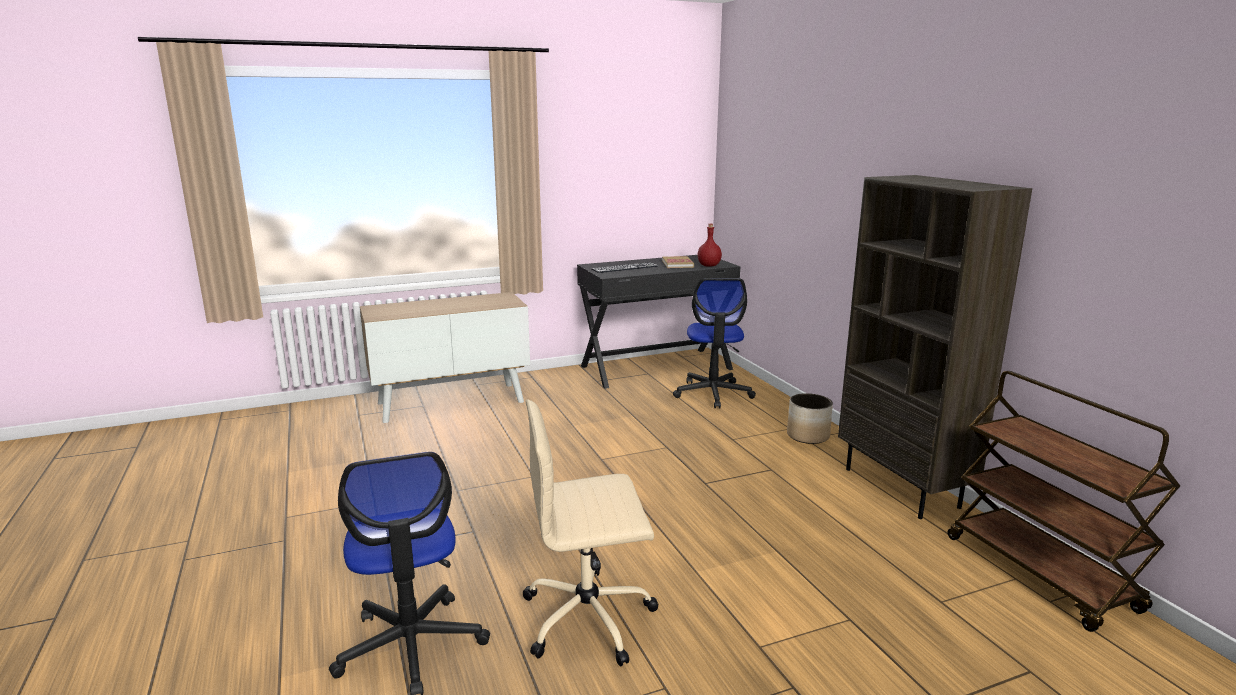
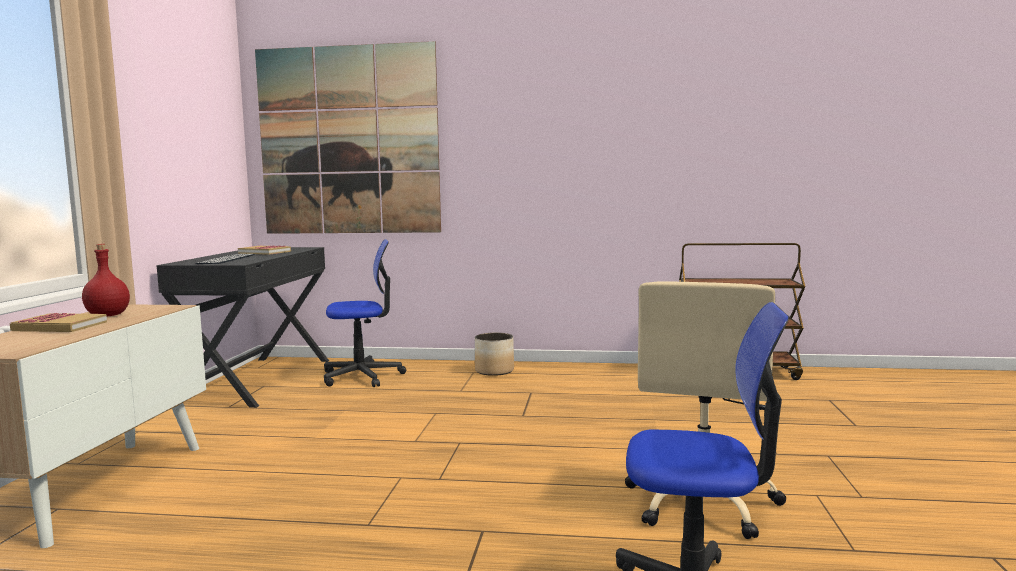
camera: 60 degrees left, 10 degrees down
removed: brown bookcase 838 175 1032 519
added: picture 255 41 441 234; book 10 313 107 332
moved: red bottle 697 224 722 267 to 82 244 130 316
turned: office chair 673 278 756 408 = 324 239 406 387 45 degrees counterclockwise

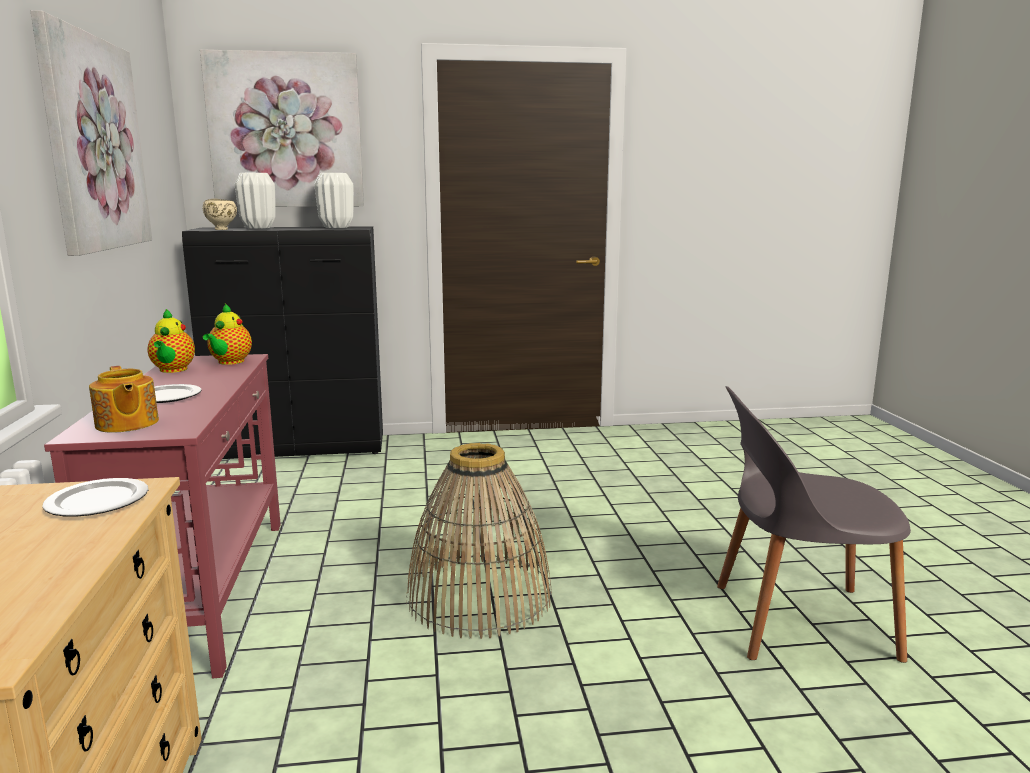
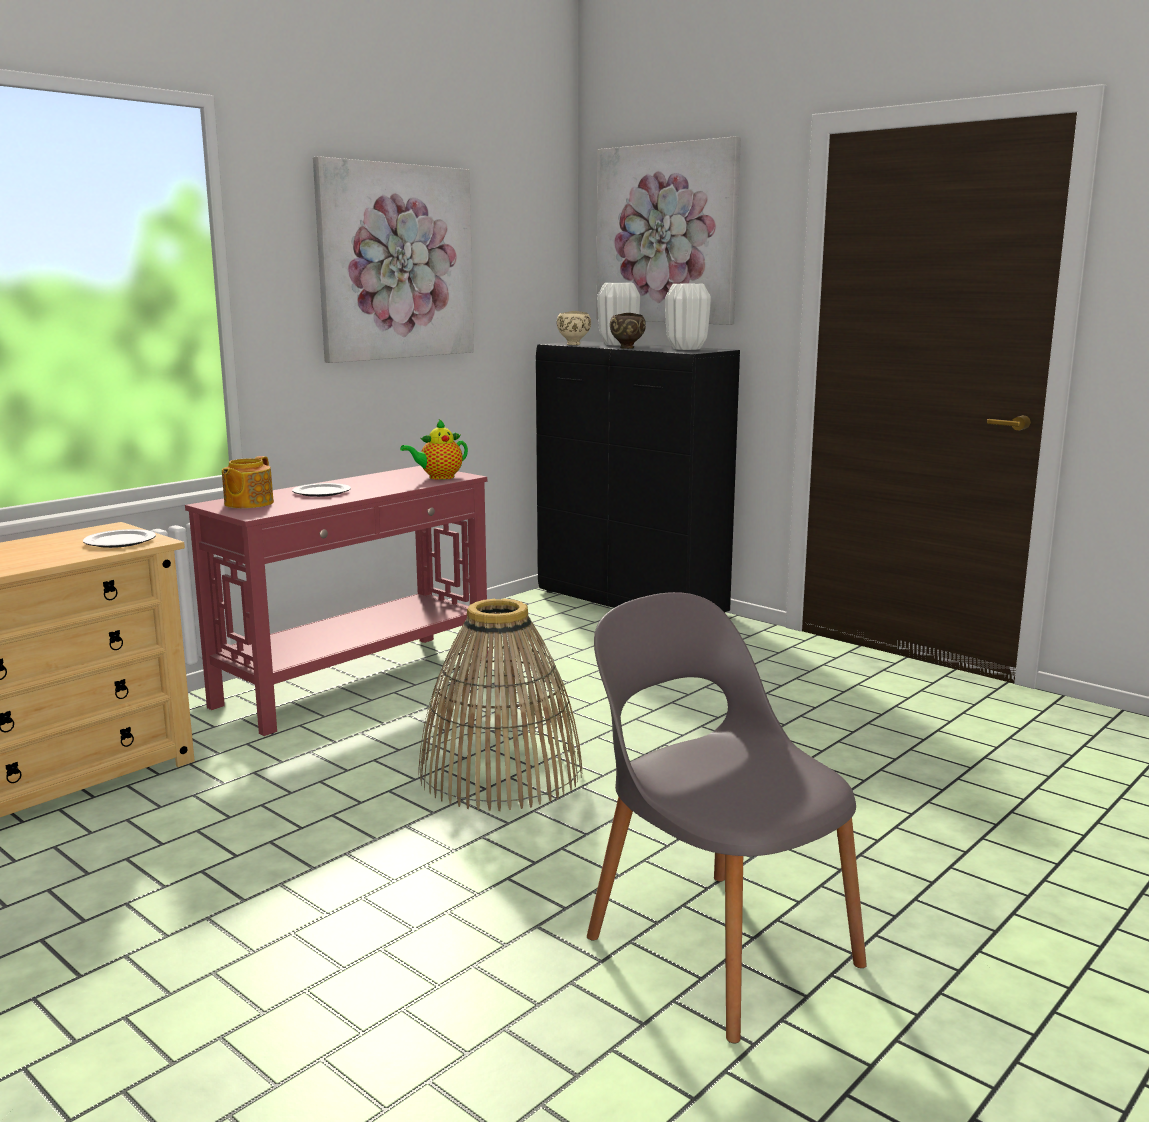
camera: 50 degrees right, 0 degrees up
removed: teapot 147 309 195 373
added: brown bowl 610 313 646 349

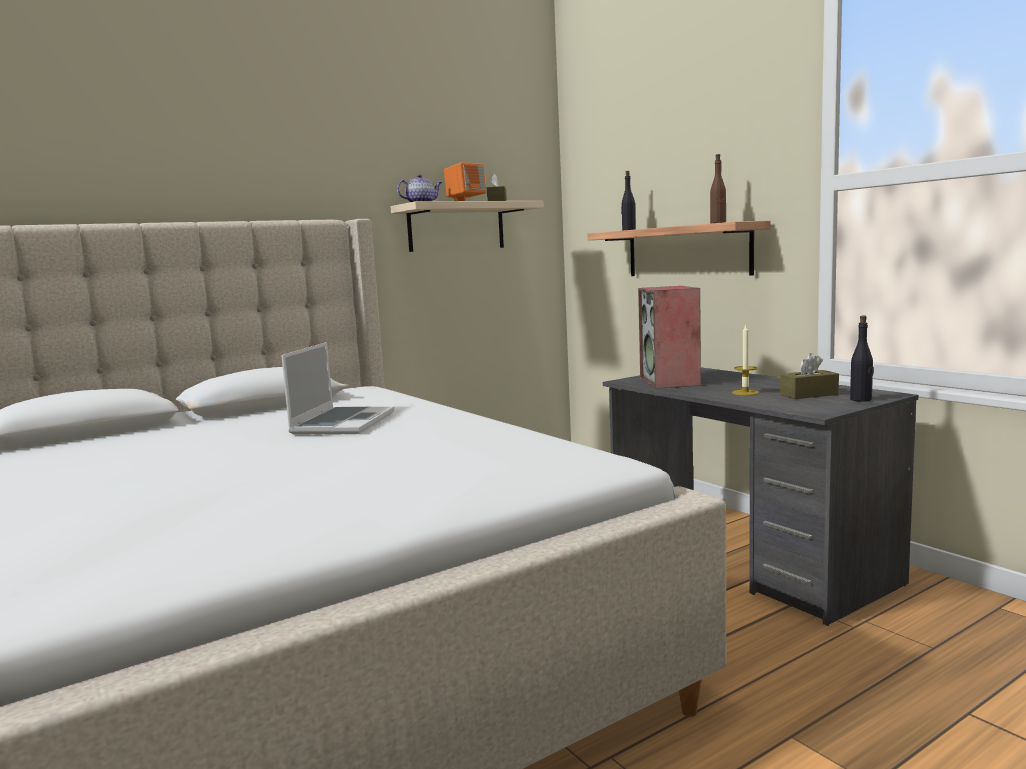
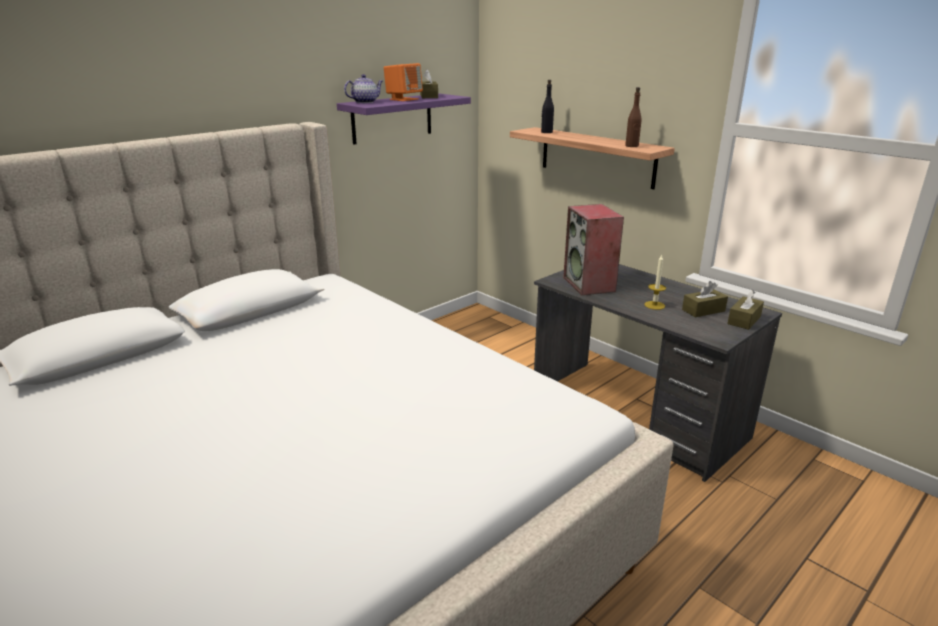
camera: 10 degrees left, 15 degrees up
removed: laptop 281 342 394 434
replaced: black bottle 850 315 874 402 to brown tissue box 727 290 764 330
recoloured: beige shelf 391 201 544 252 to purple shelf 337 94 471 145

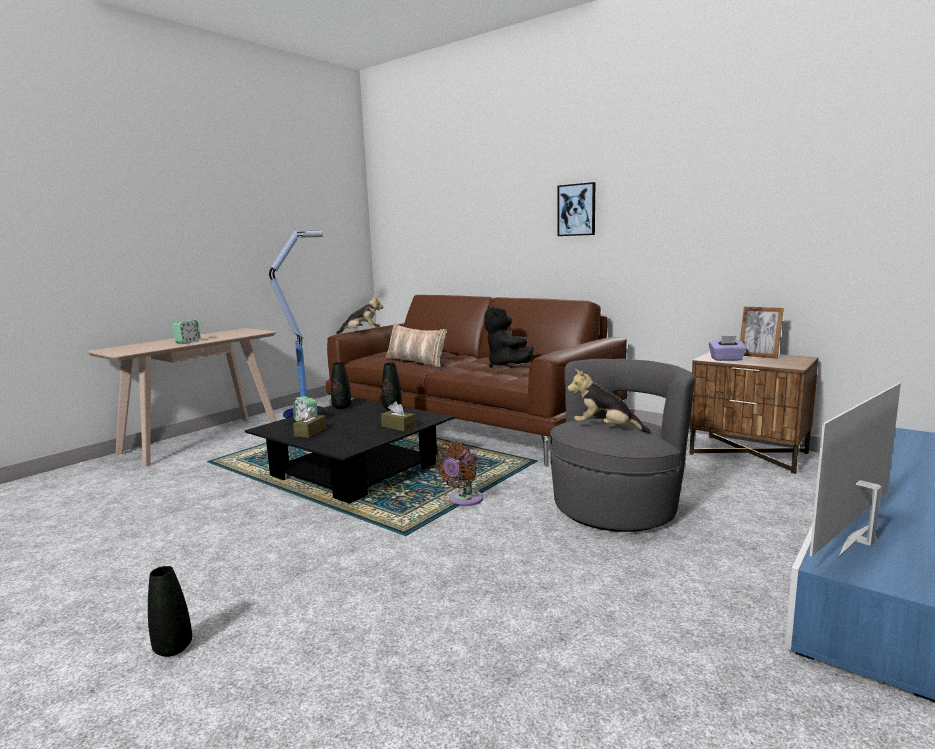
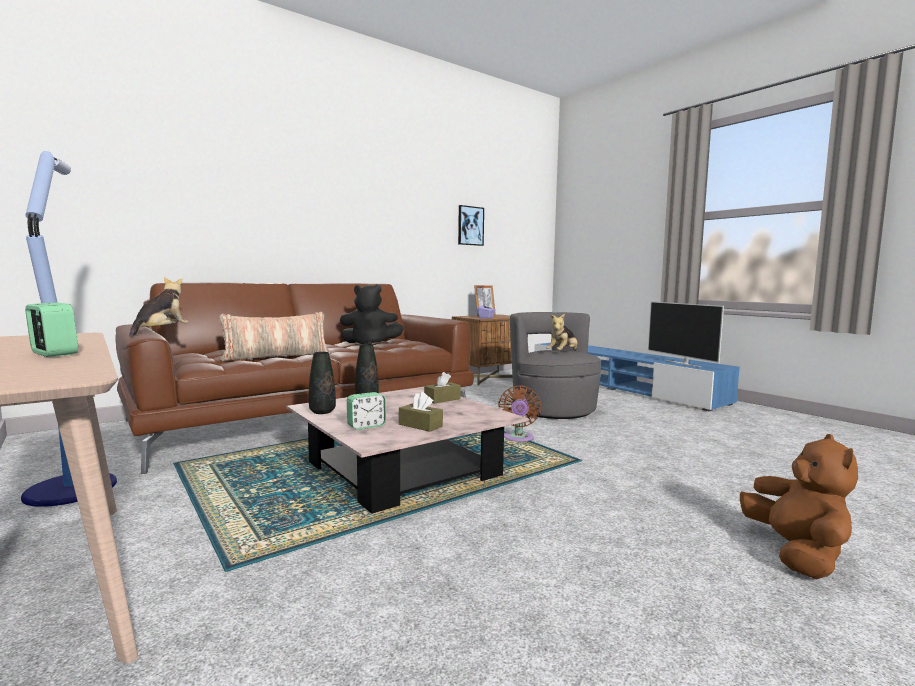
camera: 75 degrees left, 5 degrees down
moved: picture 558 182 595 236 to 458 205 484 246
replaced: black vase 148 566 192 657 to brown plush toy 740 434 858 579
recoloured: black coffee table 245 398 454 504 to pink coffee table 286 387 529 514
turned: brown fan 435 441 483 506 = 498 385 541 442 45 degrees clockwise

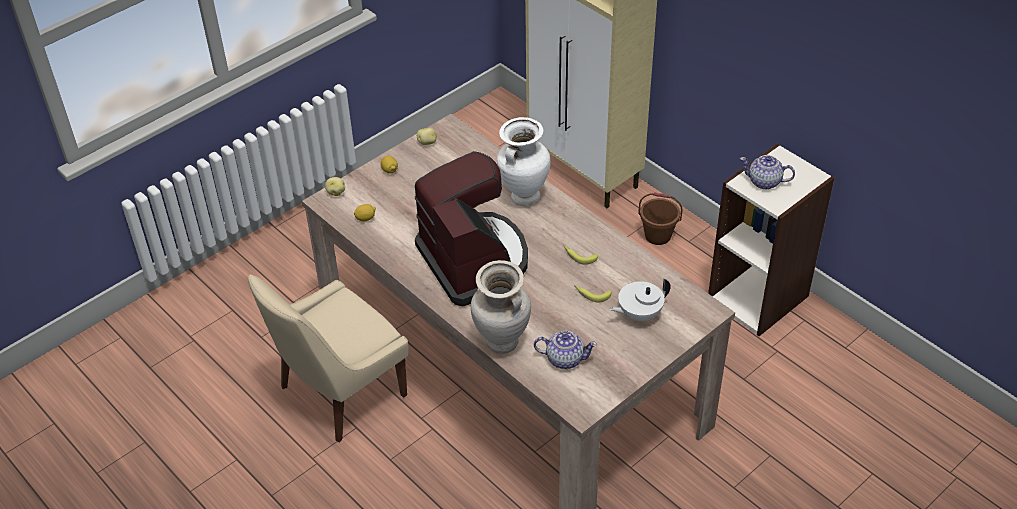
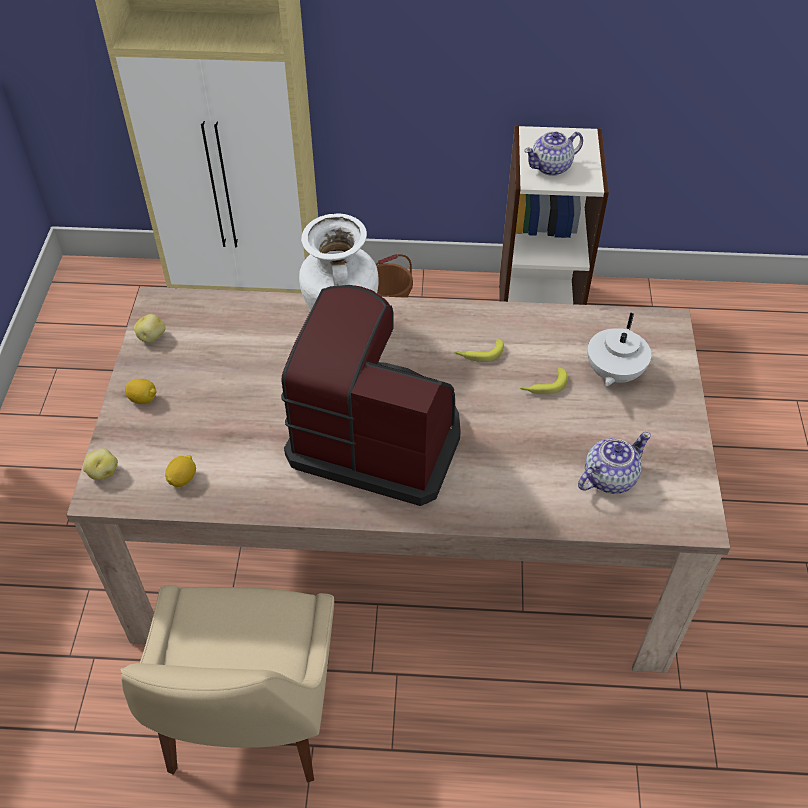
camera: 45 degrees left, 5 degrees up
removed: beige vase 471 260 531 354

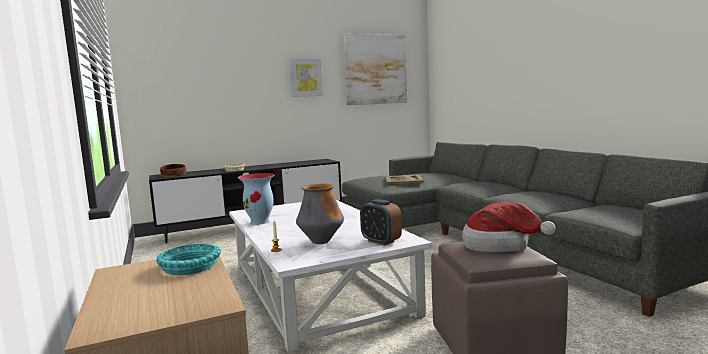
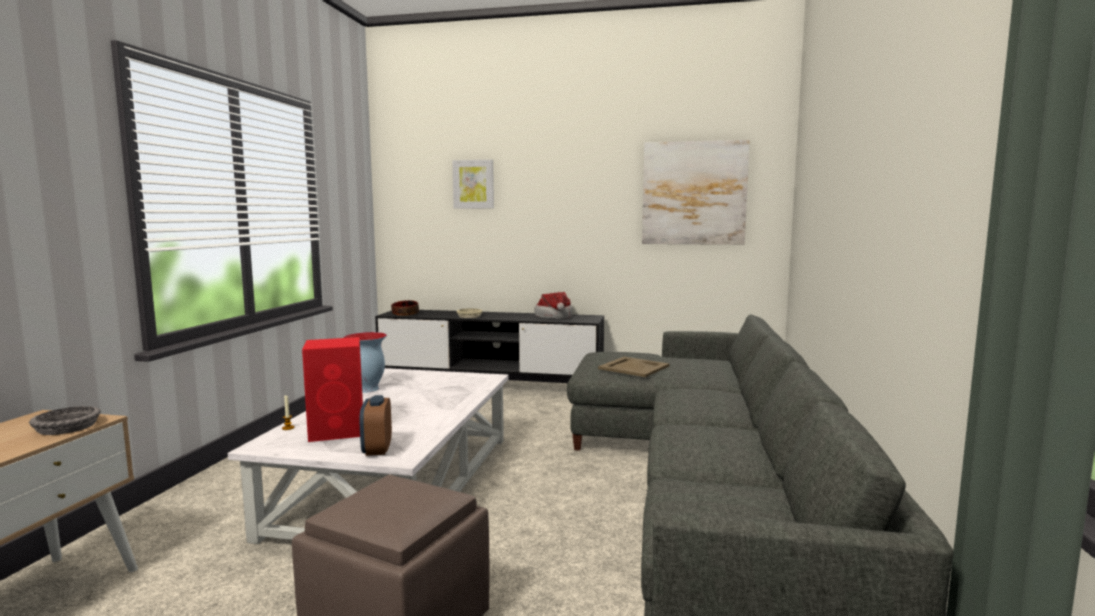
camera: 35 degrees right, 0 degrees up
moved: picture 290 59 323 97 to 452 159 494 209; hat 462 200 556 252 to 535 292 572 319
replaced: vase 296 183 344 244 to red speaker 302 337 363 442
recoloured: turquoise bowl 156 244 221 275 to grey bowl 29 406 101 435

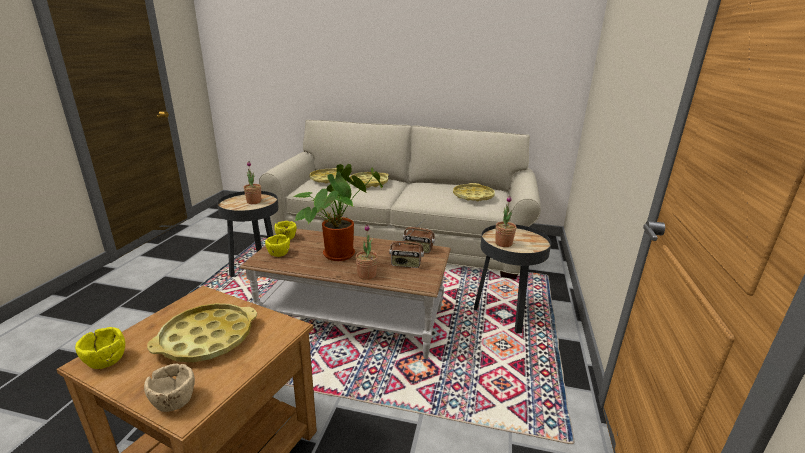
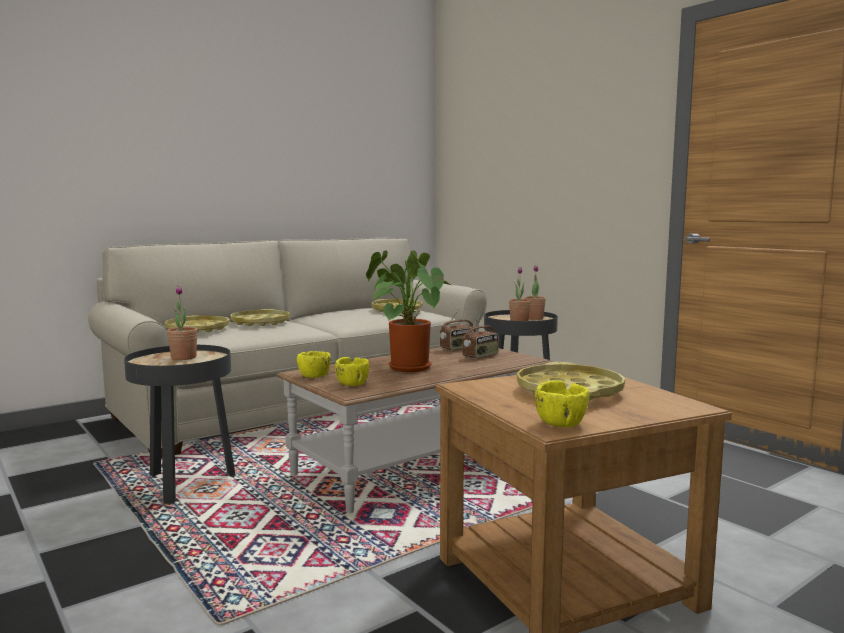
camera: 50 degrees left, 15 degrees down
removed: beige bowl 144 364 195 412
moved: potted plant 355 224 378 280 to 524 265 546 320

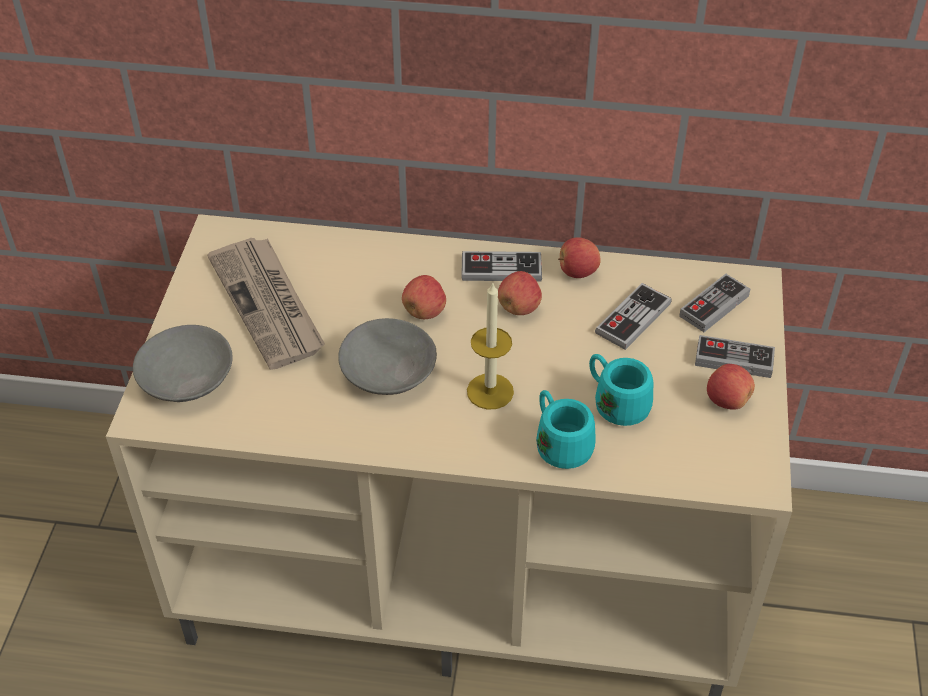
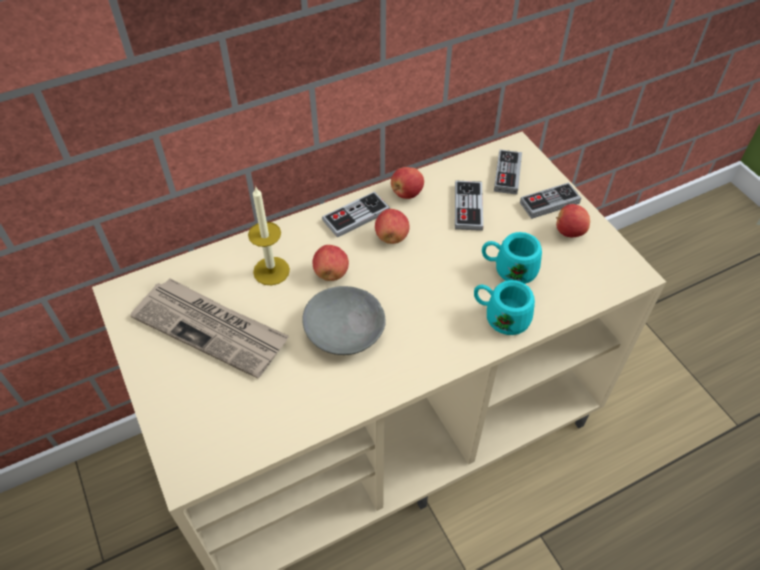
camera: 35 degrees left, 5 degrees up
removed: grey bowl 133 325 233 402
moved: candle 467 282 514 410 to 248 187 290 285

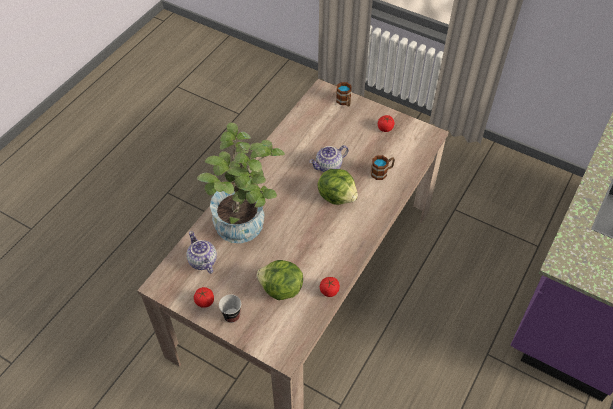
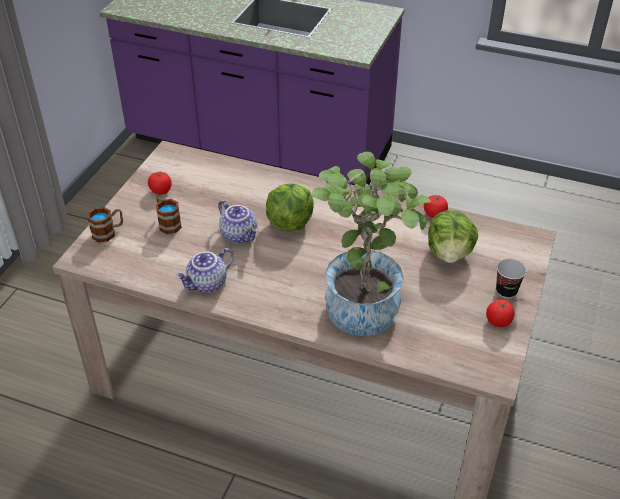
camera: 100 degrees left, 10 degrees down
moved: mug 371 155 395 180 to 156 197 182 234; teapot 187 231 217 274 to 176 248 234 293

